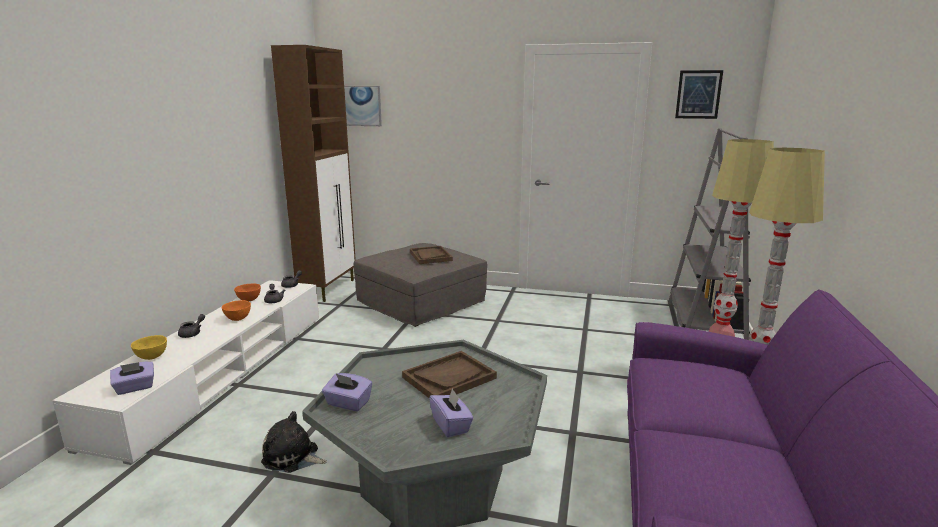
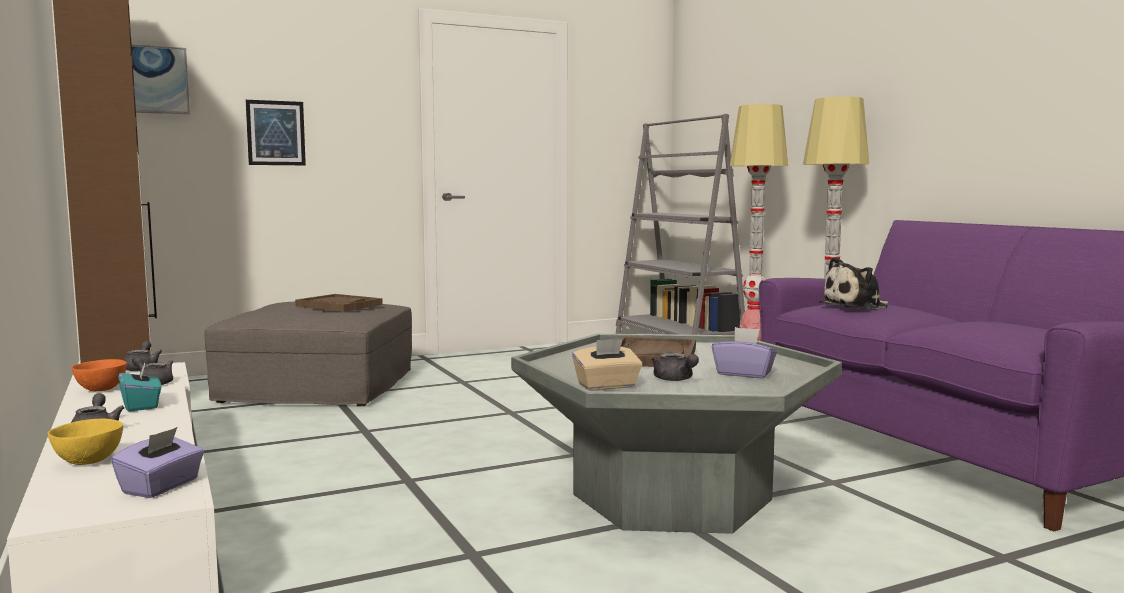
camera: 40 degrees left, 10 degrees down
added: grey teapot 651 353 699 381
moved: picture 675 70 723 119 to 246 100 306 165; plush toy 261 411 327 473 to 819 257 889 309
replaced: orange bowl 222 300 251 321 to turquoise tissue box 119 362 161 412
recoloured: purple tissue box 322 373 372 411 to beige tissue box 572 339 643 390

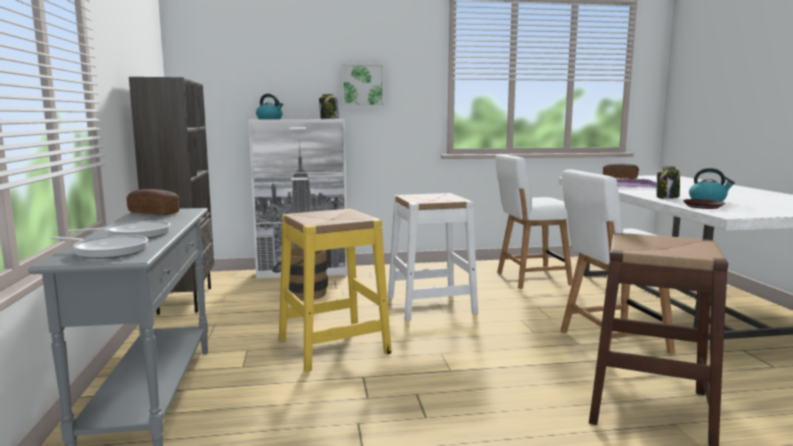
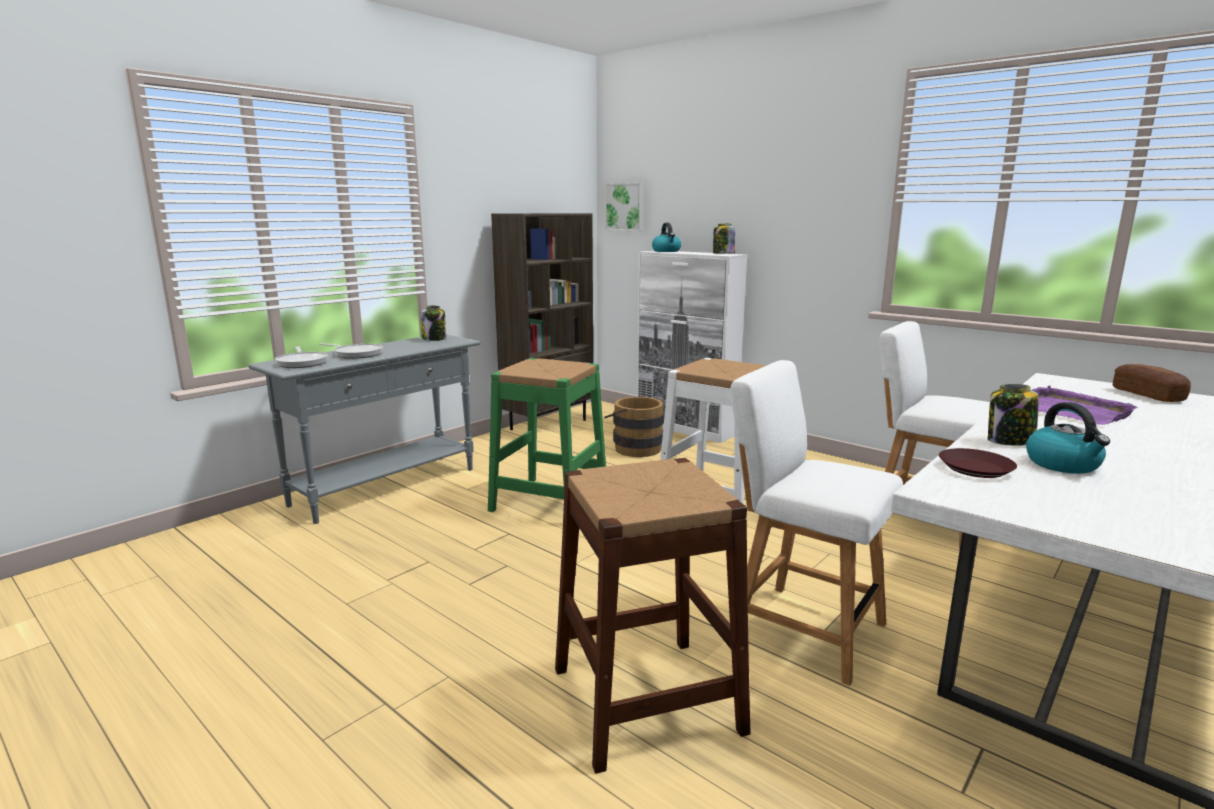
camera: 50 degrees right, 5 degrees up
moved: picture 341 63 384 107 to 605 183 644 231
replaced: bread 126 189 179 215 to jar 421 305 446 341
recoloured: yellow stool 279 209 392 372 to green stool 488 358 606 512

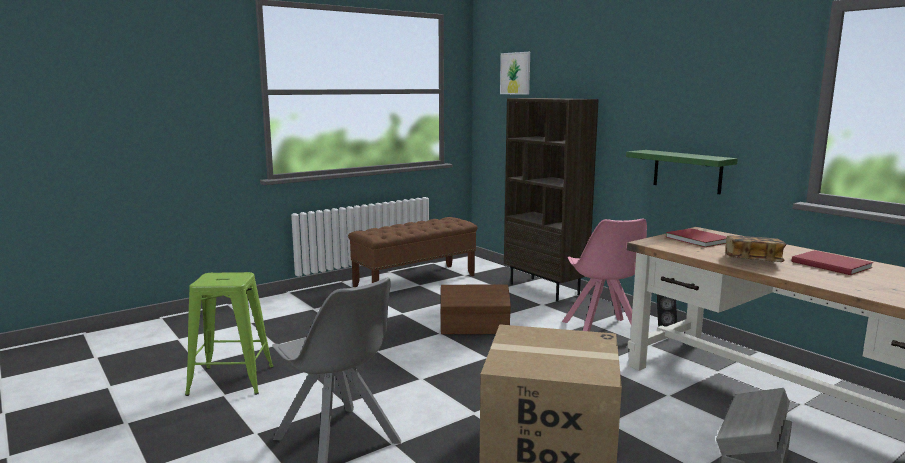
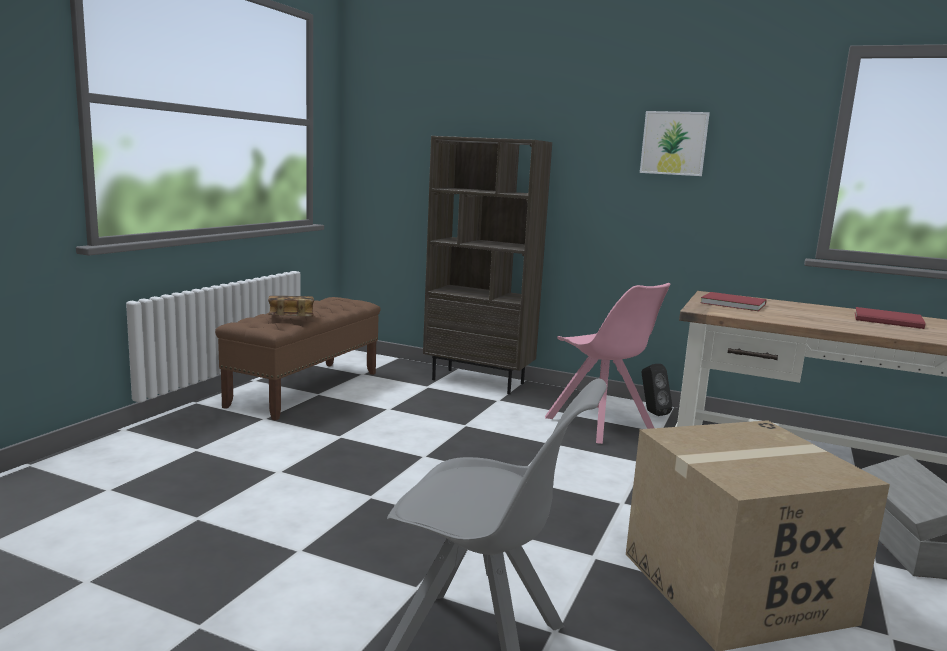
camera: 30 degrees left, 0 degrees up
removed: green shelf 626 150 738 194; green stool 185 272 274 396; brown storage box 441 284 511 334
moved: picture 500 52 530 95 to 640 111 710 176; book 726 236 786 262 to 268 296 314 317

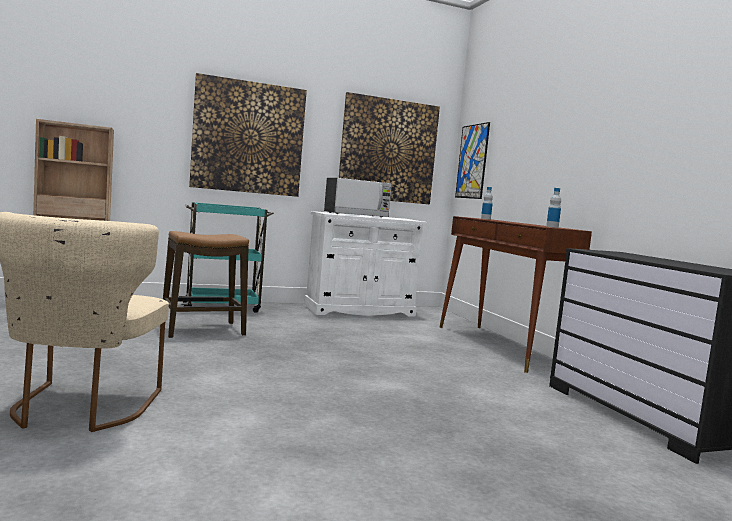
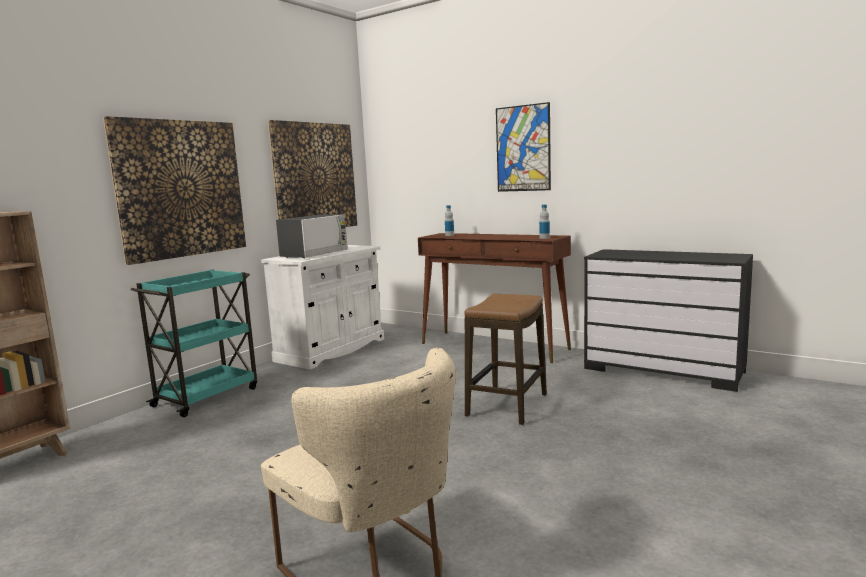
camera: 35 degrees left, 5 degrees up
moved: picture 455 122 490 199 to 496 102 551 192; stool 163 231 249 338 to 464 294 547 425

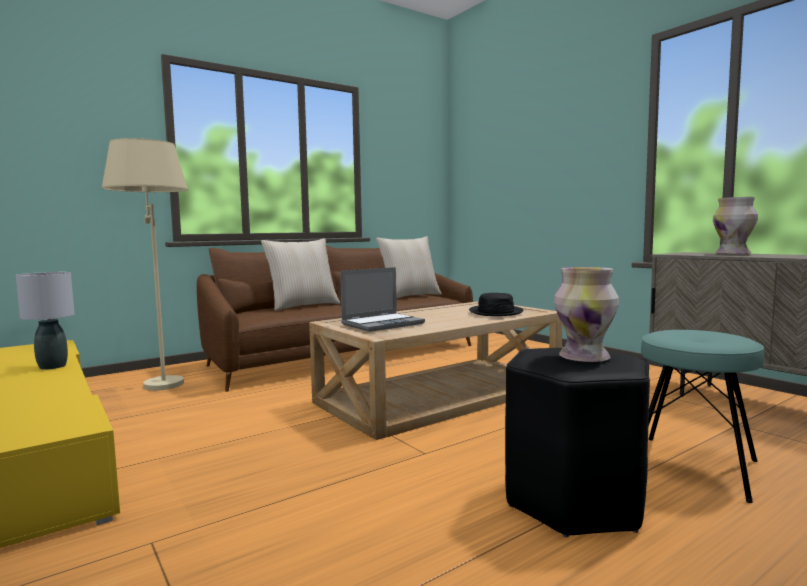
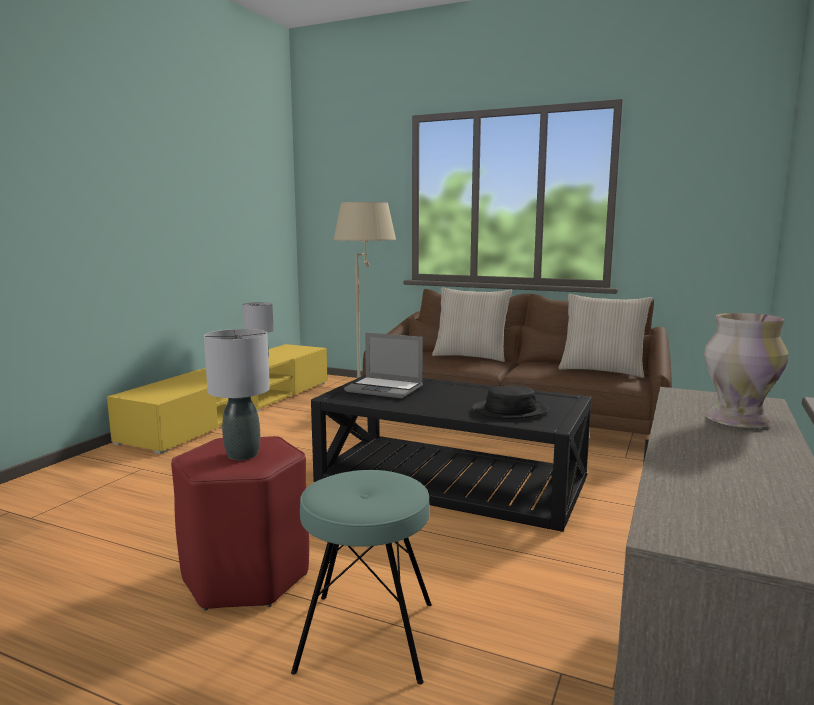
camera: 60 degrees right, 5 degrees up
replaced: vase 554 267 619 362 to grey table lamp 204 329 270 460
recoloured: beige coffee table 309 302 562 440 to black coffee table 311 375 592 532; black stool 505 348 650 537 to red stool 171 436 309 611

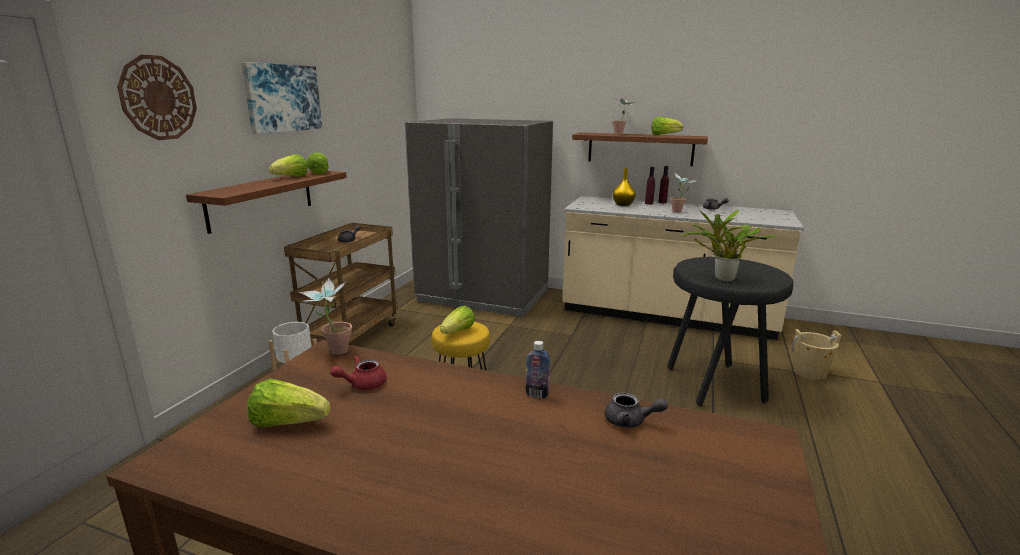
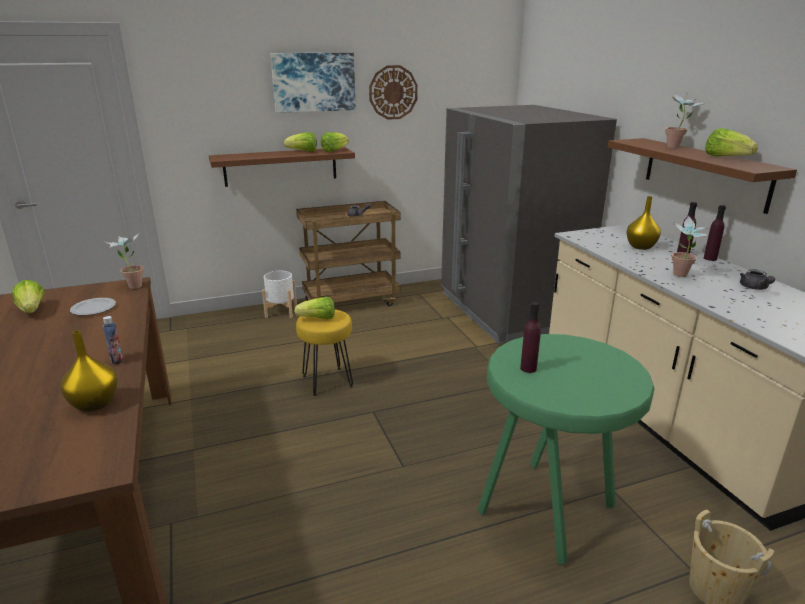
camera: 50 degrees right, 5 degrees up
moved: wall clock 117 55 197 140 to 369 65 418 120
replaced: potted plant 682 209 776 282 to purple bottle 520 302 541 373; red teapot 330 356 387 390 to plate 70 298 116 316; grey teapot 605 392 668 428 to yellow vase 60 331 118 412
recoloured: black stool 667 257 794 407 to green stool 477 334 655 565

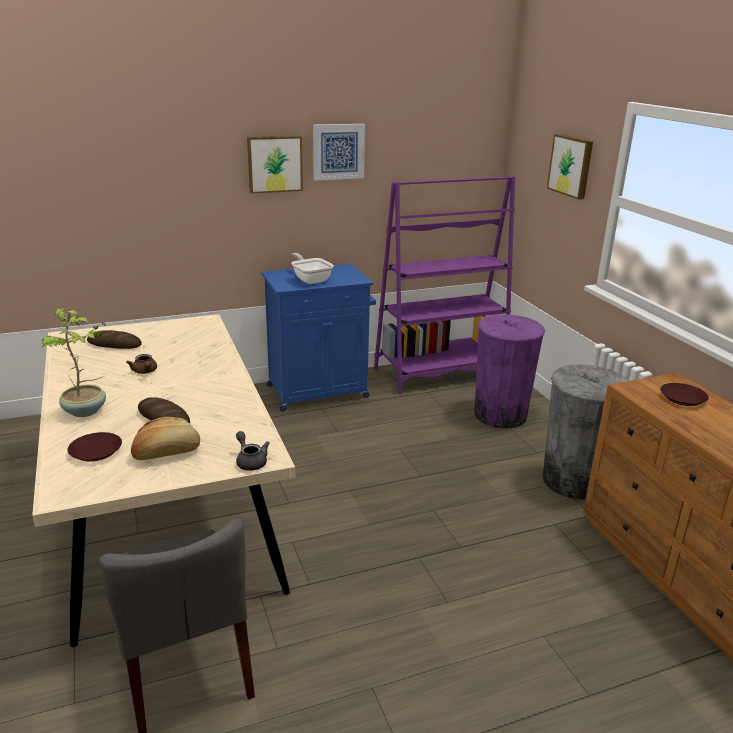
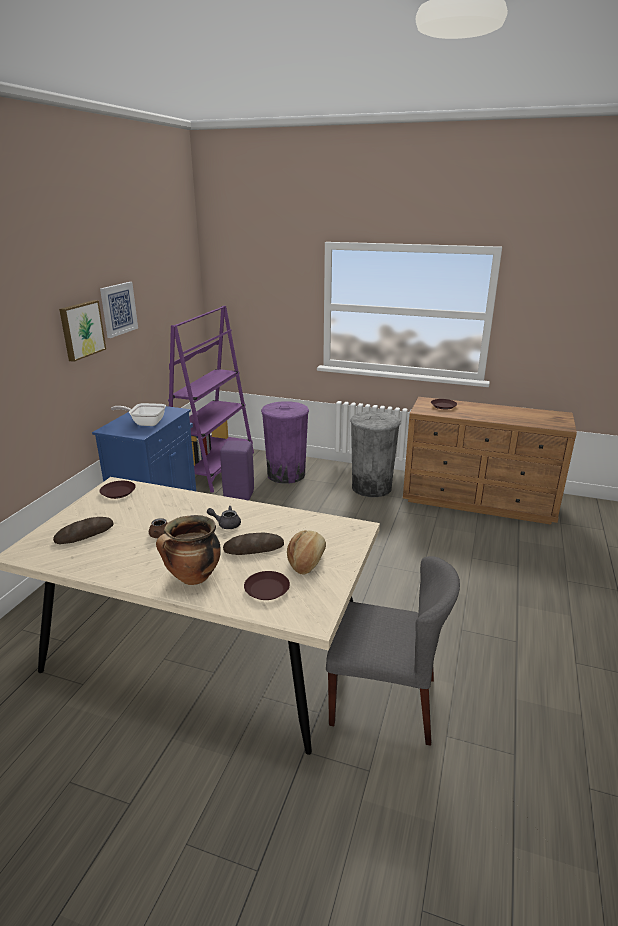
camera: 50 degrees left, 0 degrees up
removed: picture 547 134 593 200
added: purple stool 220 440 254 501; brown plate 99 481 136 499
moved: grey teapot 236 431 270 471 to 207 506 241 529
replaced: potted plant 42 308 106 417 to cooking pot 156 515 221 585

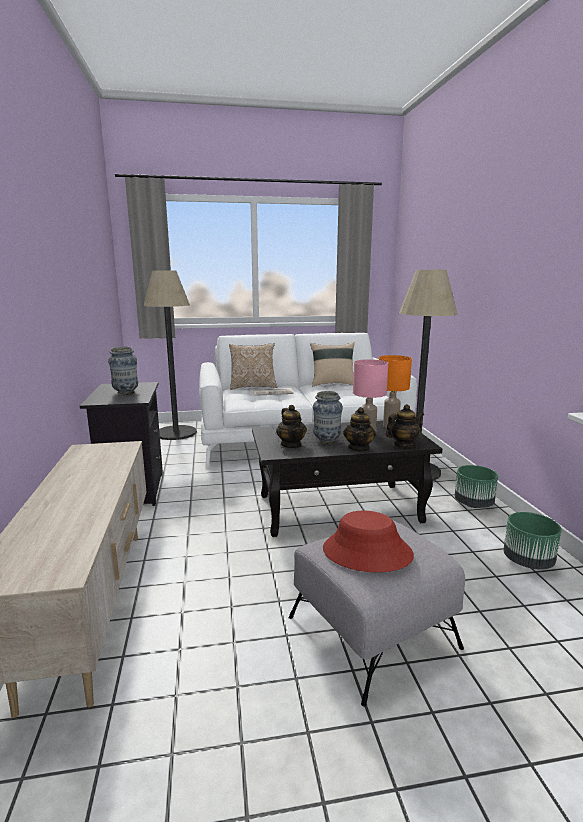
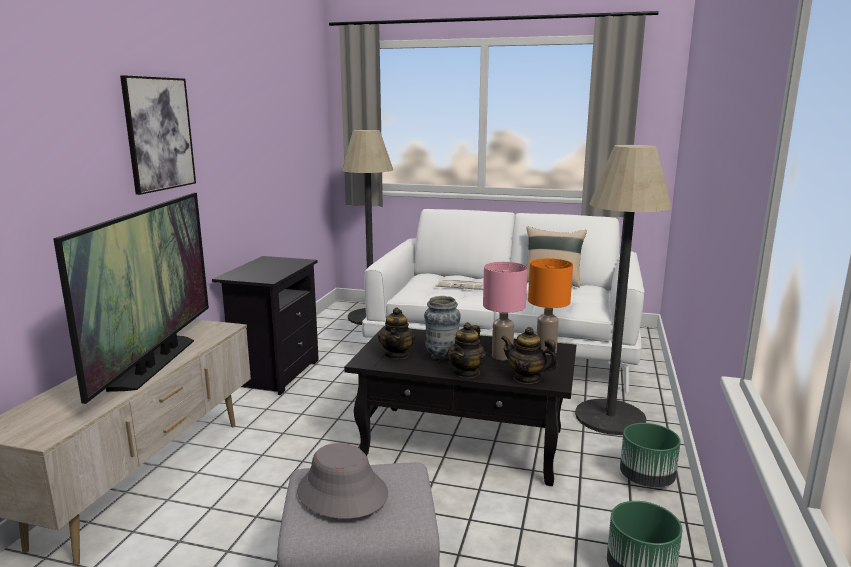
camera: 25 degrees right, 0 degrees up
removed: pillow 229 343 277 390; vase 108 347 138 395
added: picture 120 75 196 195; television 53 193 209 404
recoloured: red hat 323 511 414 572 to grey hat 297 443 388 519
turned: teapot 386 404 424 447 = 501 327 558 384 150 degrees counterclockwise

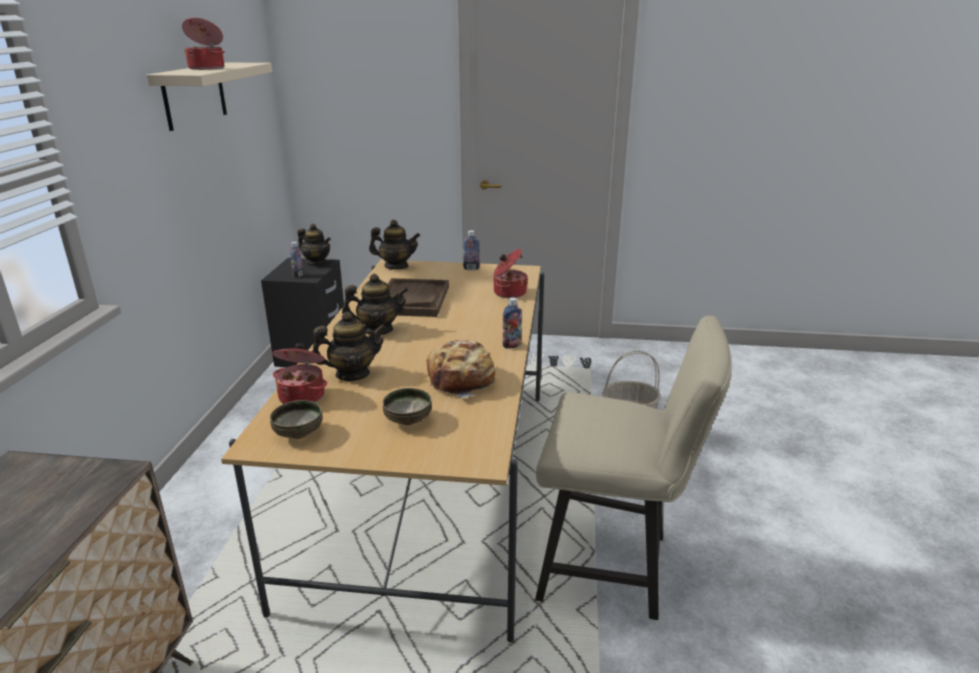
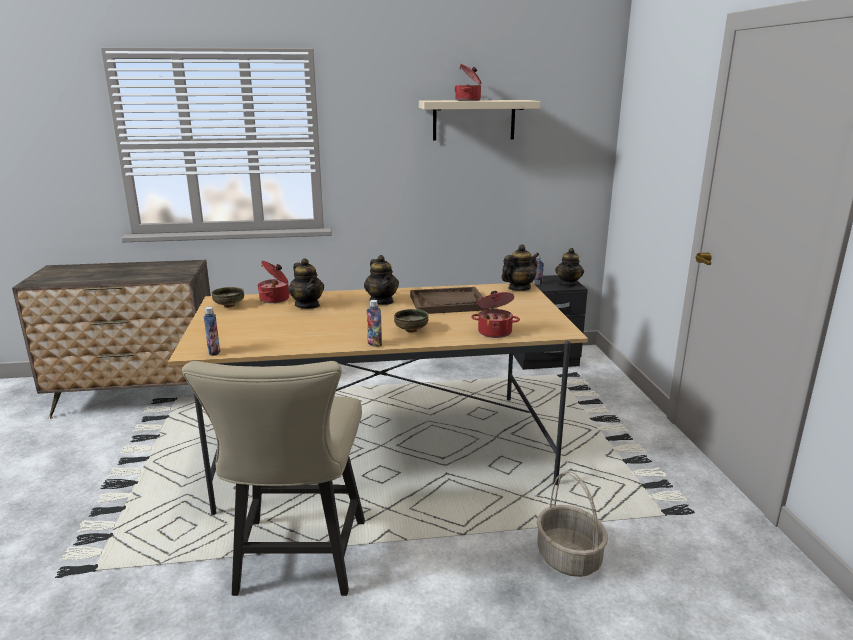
camera: 75 degrees right, 5 degrees down
removed: bread 427 340 498 399
moved: bottle 463 230 480 270 to 204 307 220 356; bowl 383 388 432 425 to 394 309 428 333
turned: teapot 369 220 420 270 = 501 244 539 291 120 degrees counterclockwise

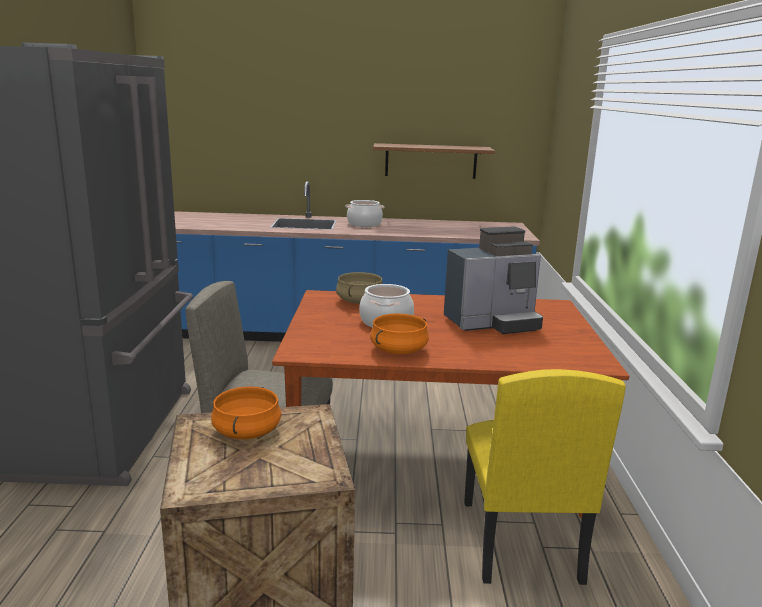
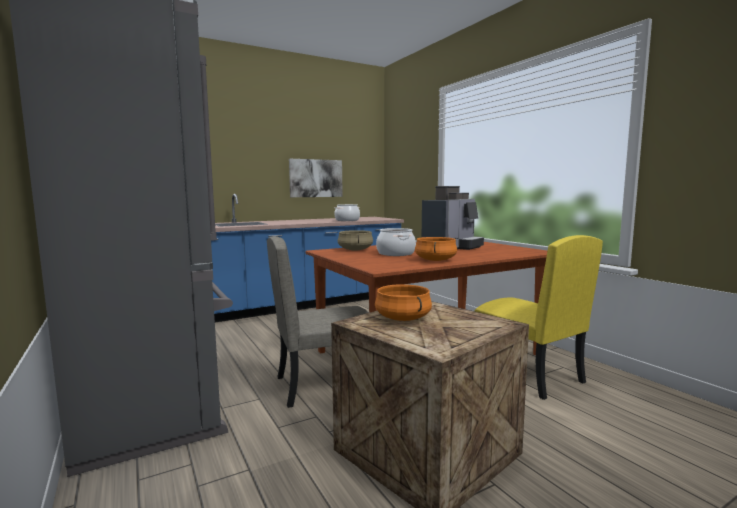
camera: 30 degrees left, 10 degrees down
moved: cooking pot 345 200 384 227 to 334 204 360 221
replaced: shelf 373 143 495 179 to picture 289 159 343 197

